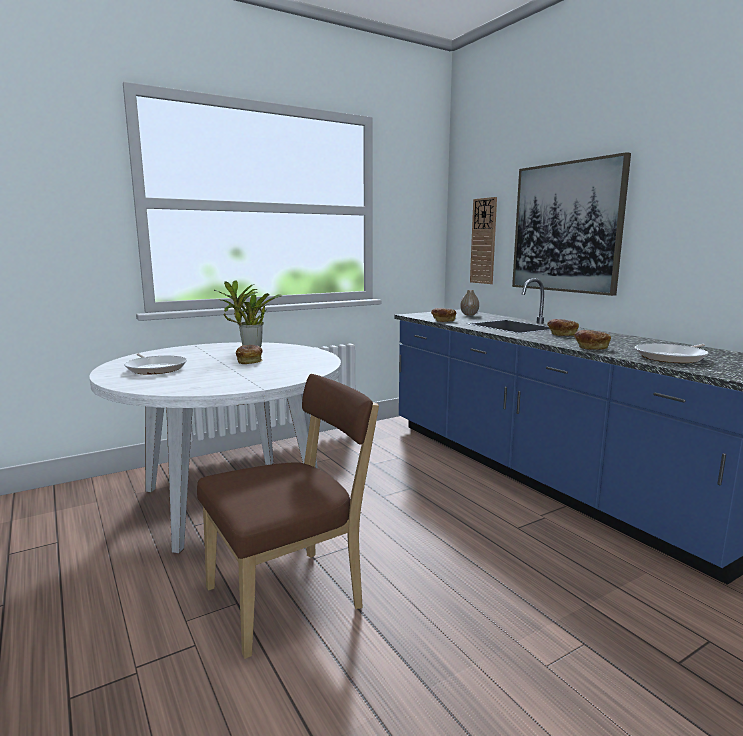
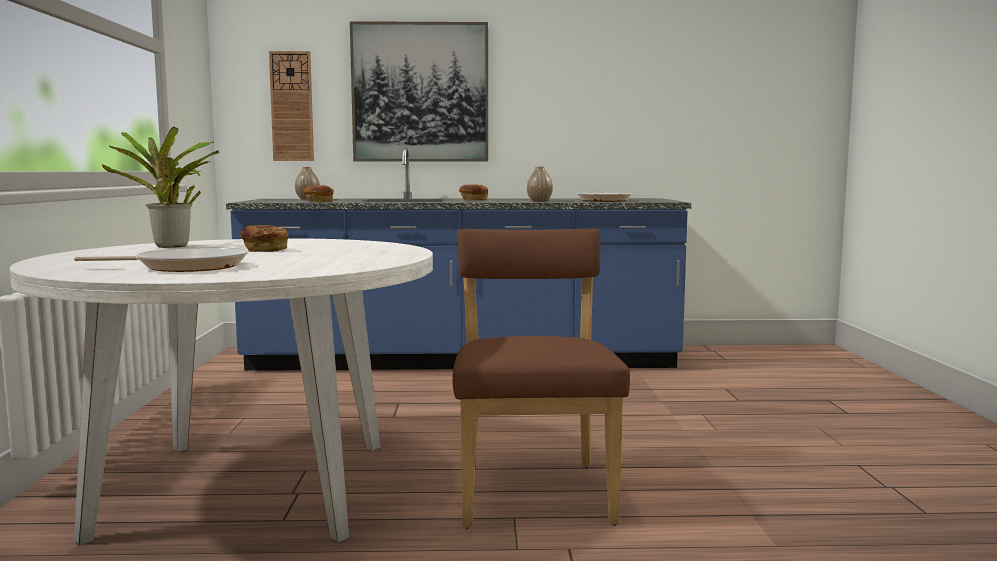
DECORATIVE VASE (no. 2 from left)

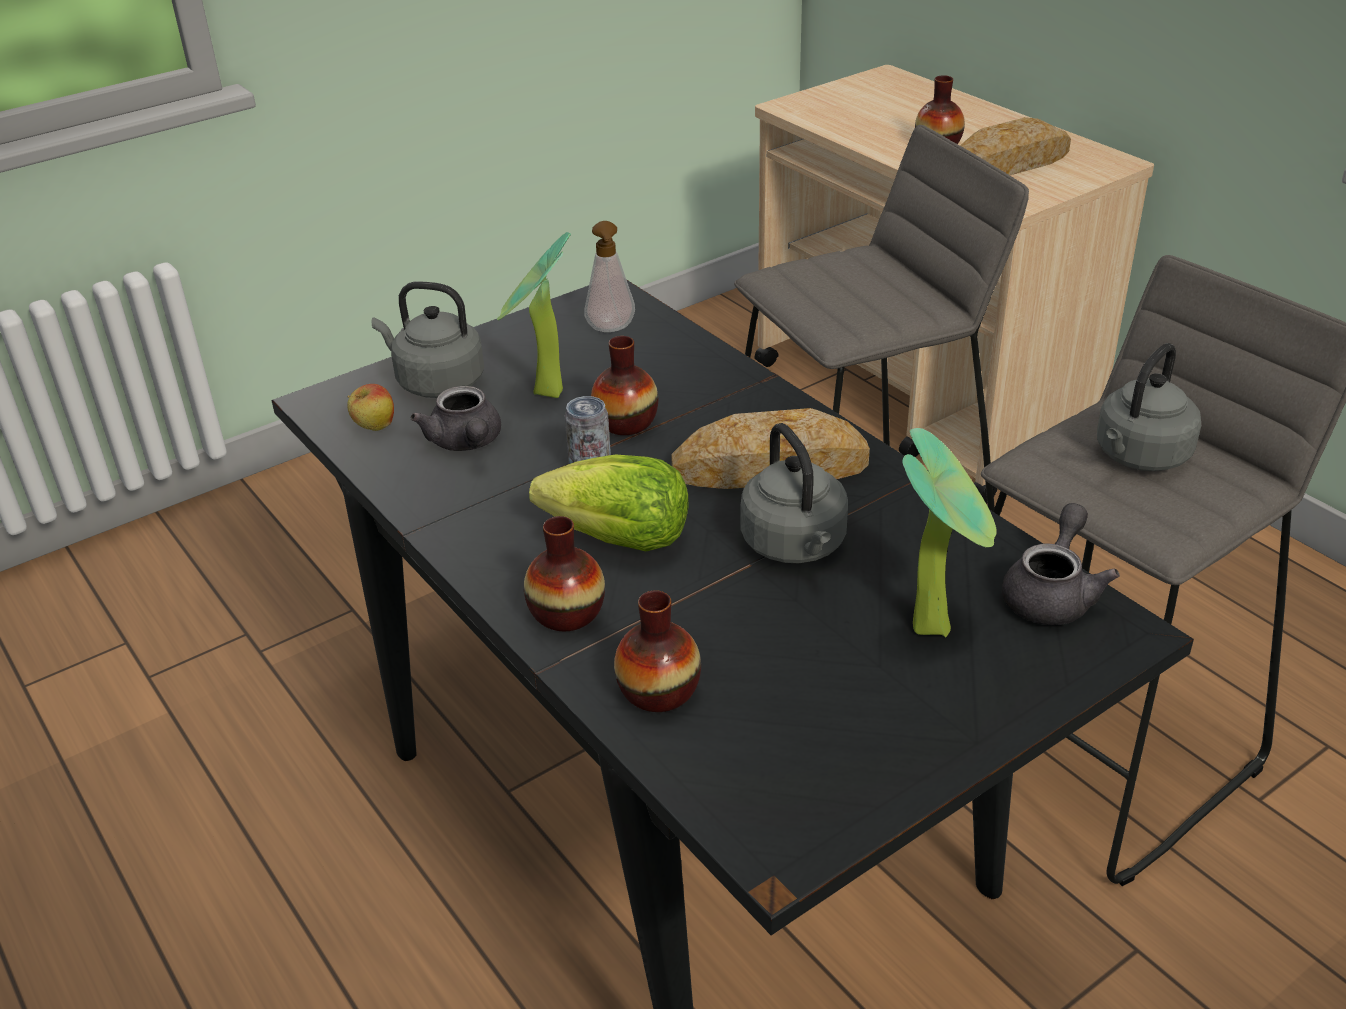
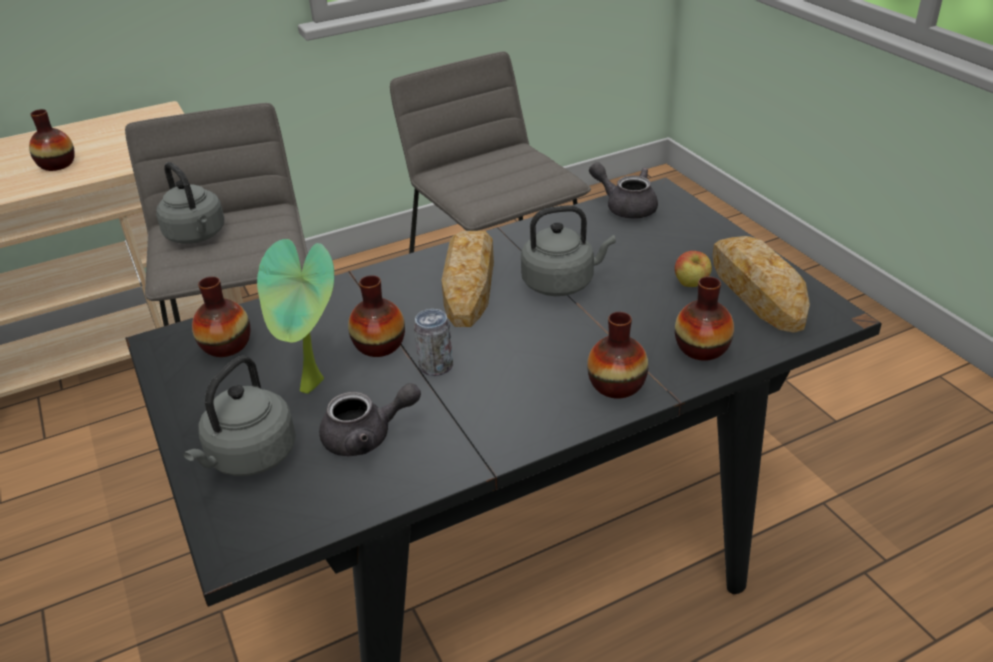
LETTUCE
PLANT IN A POT (no. 2 from left in the first image)
APPLE
BAKERY BREAD (no. 2 from left)
GREY TEA KETTLE (no. 1 from left)
DECORATIVE VASE (no. 2 from left)

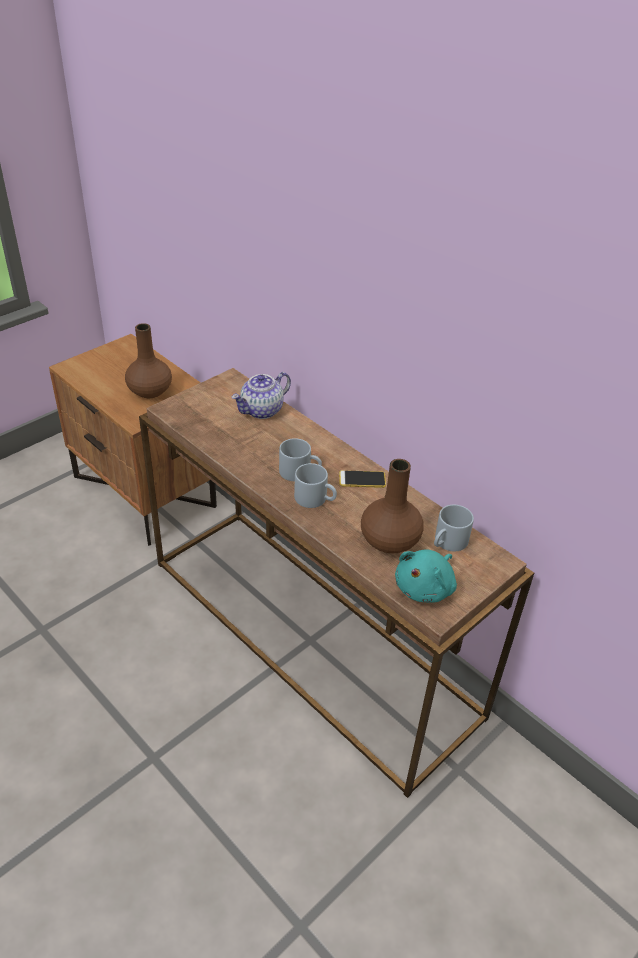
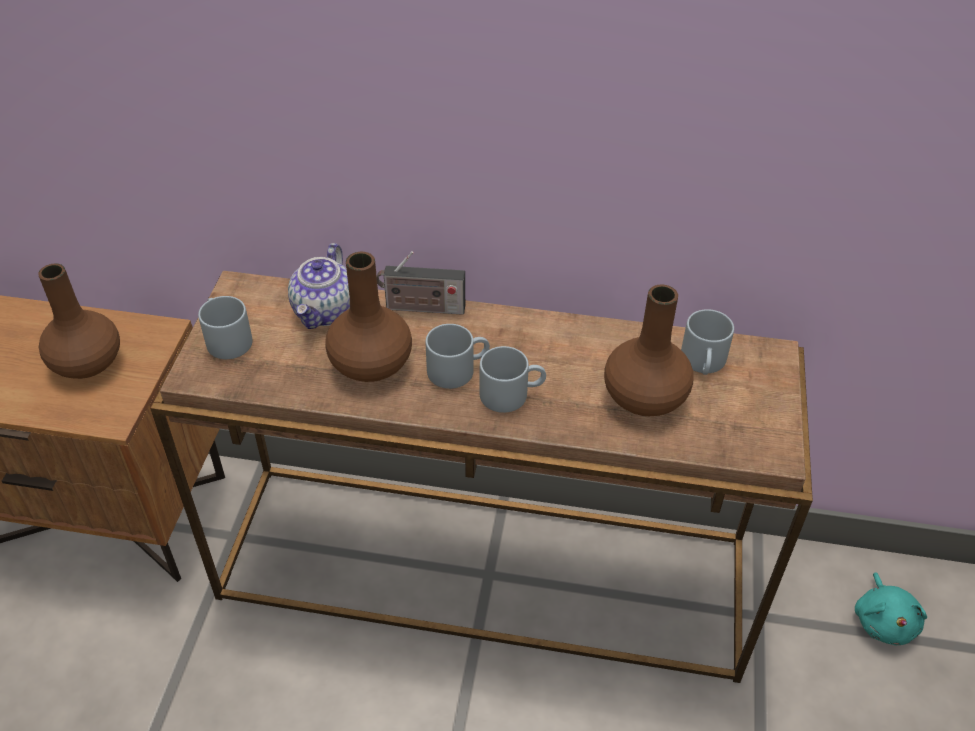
PHONE
GREY MUG (no. 1 from left)
BROWN DECORATIVE VASE (no. 2 from left)
RADIO SET
TURQUOISE SOFT TOY

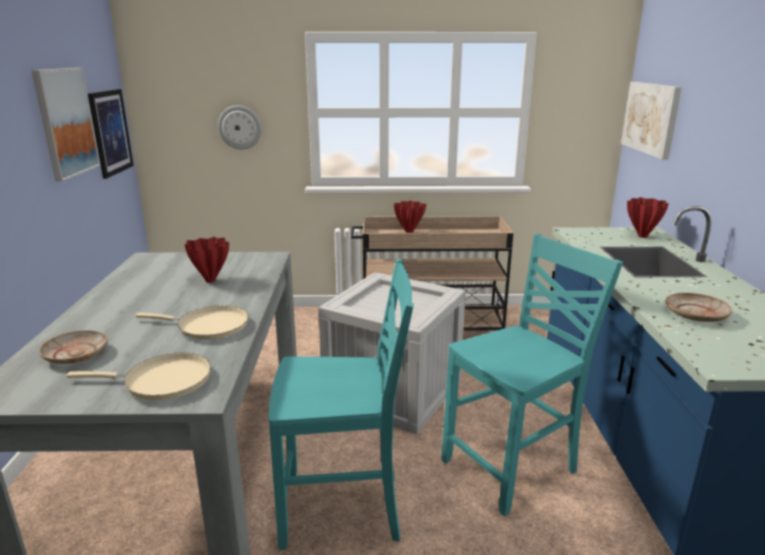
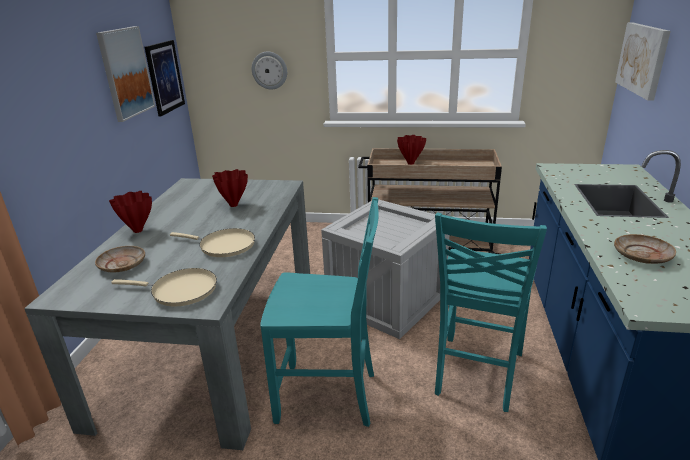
RED-COLOURED DECORATIVE VASE (no. 1 from left)
TURQUOISE PLAIN CHAIR (no. 2 from left)

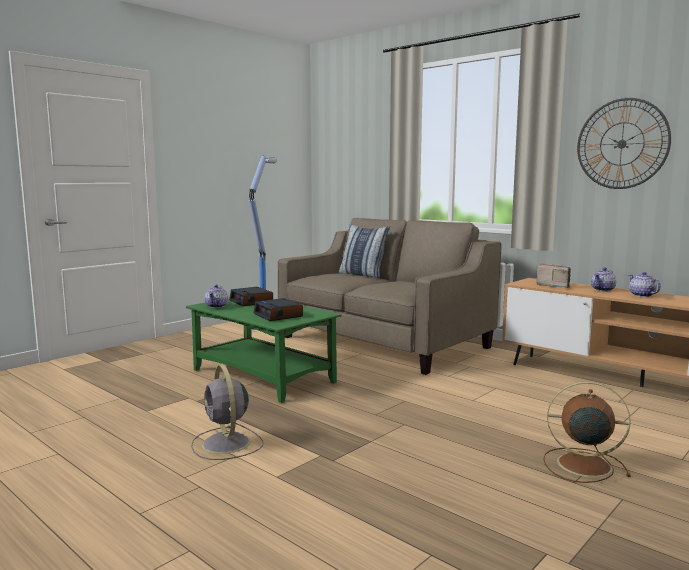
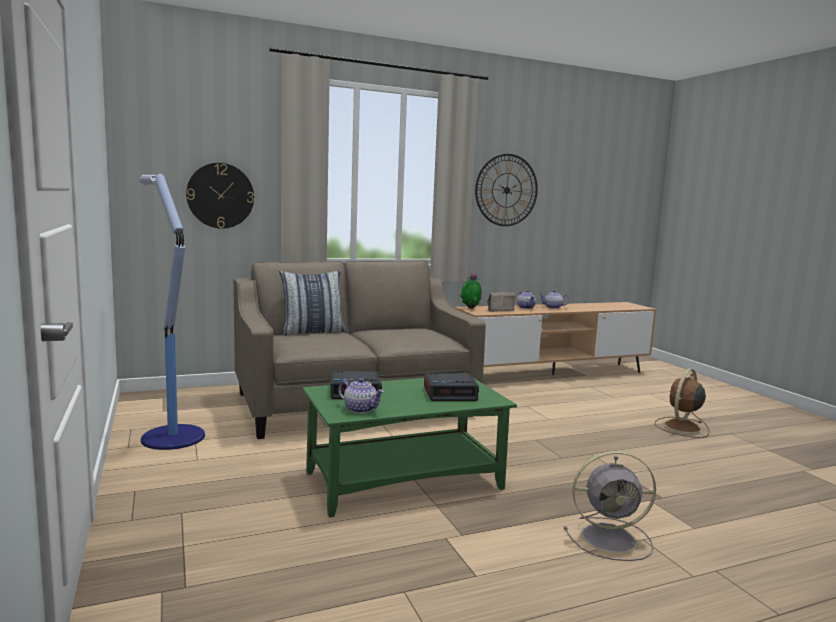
WALL CLOCK (no. 1 from left)
PLANT IN A POT

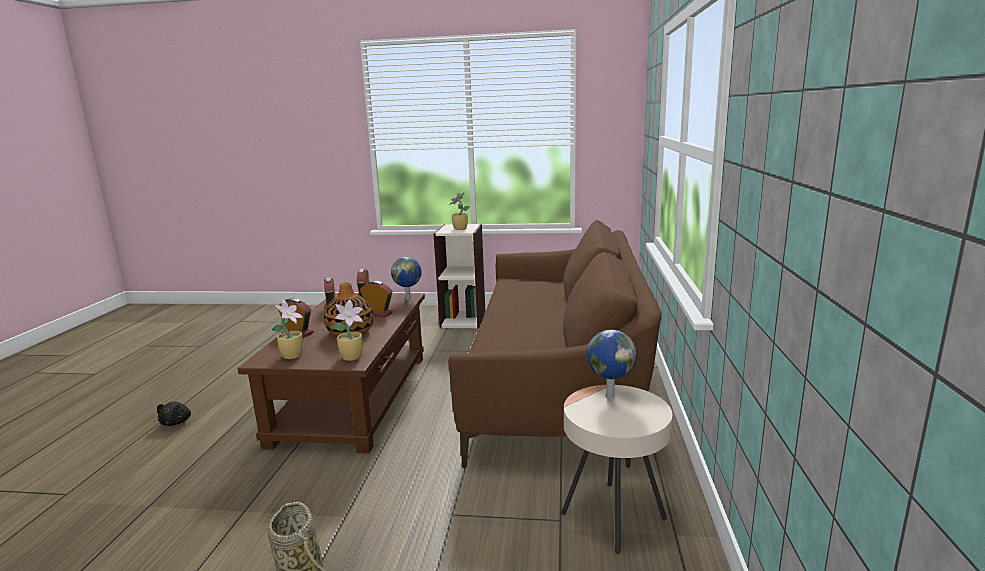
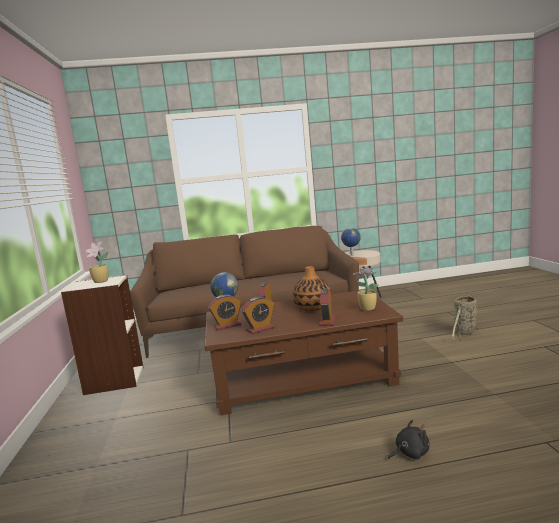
PLANT IN A POT (no. 2 from left in the first image)

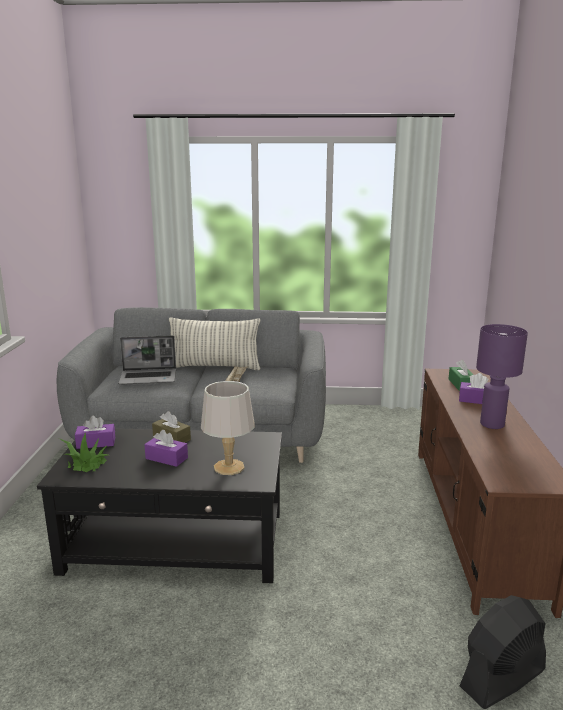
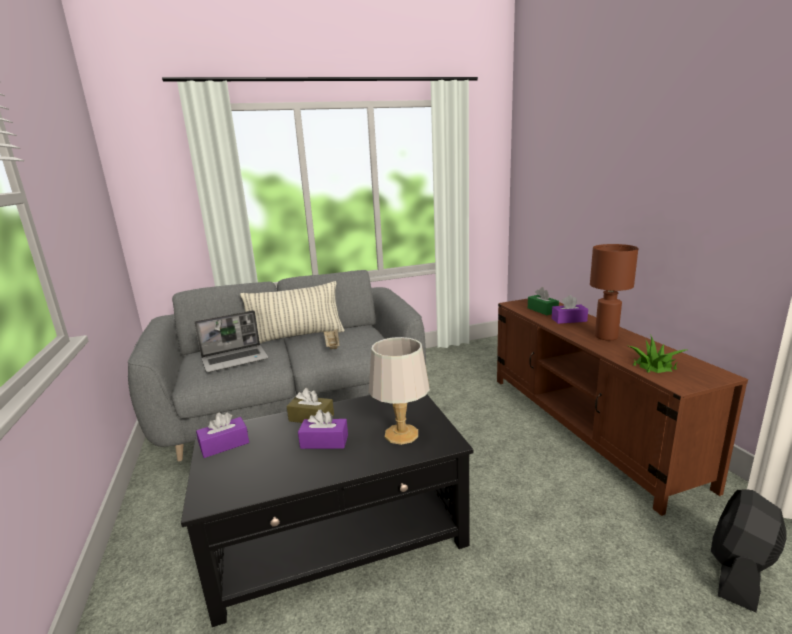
PLANT IN A POT
BROWN TABLETOP LAMP

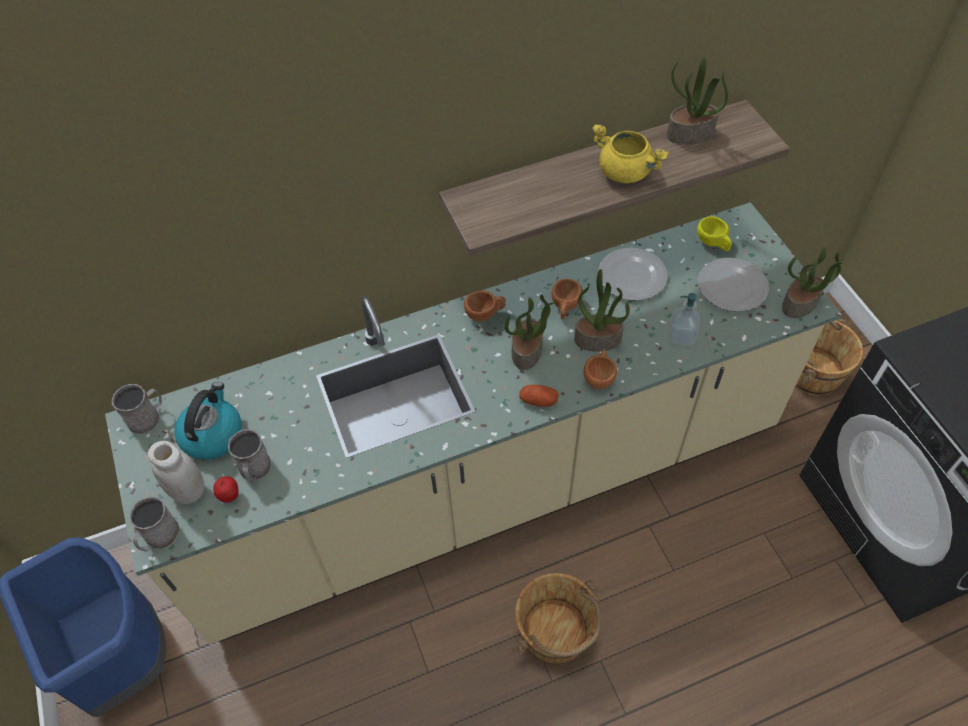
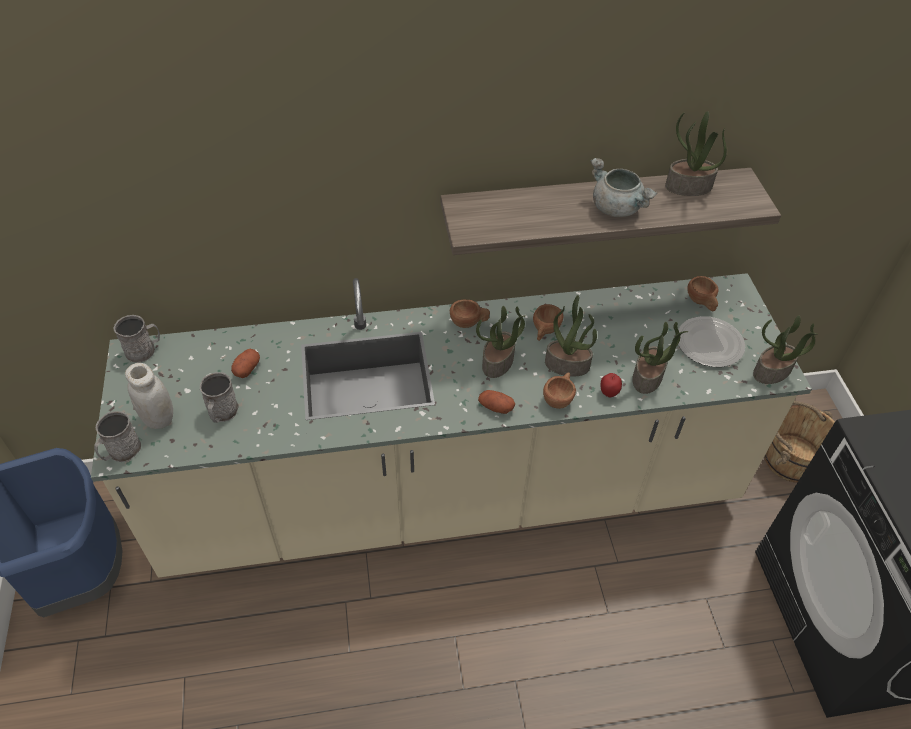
TEA KETTLE
BROWN BUCKET (no. 1 from left in the first image)
PLATE (no. 1 from left in the first image)
WHOLE POTATO (no. 1 from left)
APPLE
PLANT IN A POT (no. 3 from left)
GREY COOKING POT
BROWN CUP (no. 4 from left)

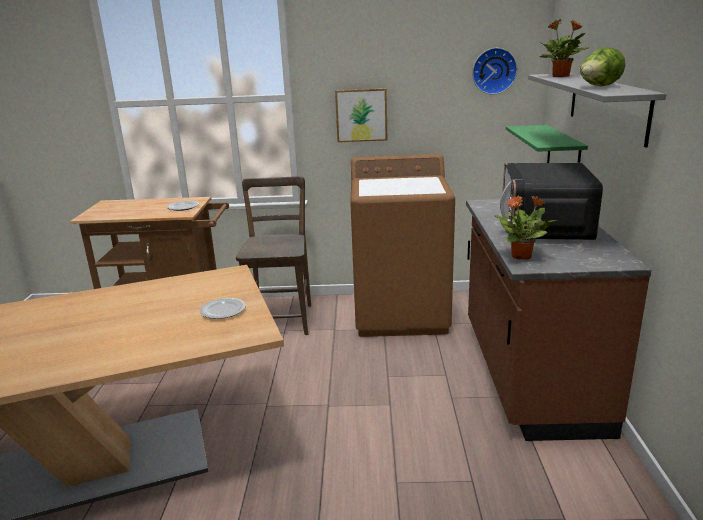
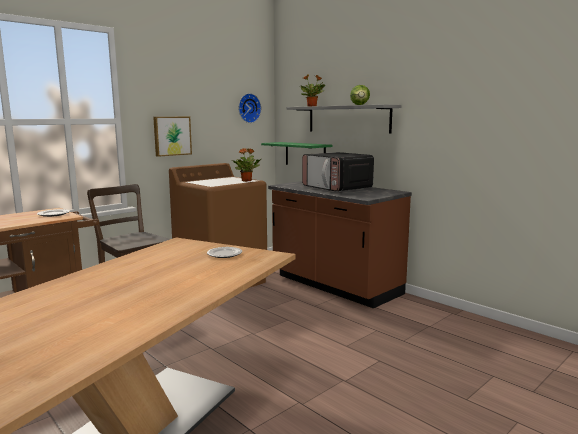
PLANT IN A POT (no. 1 from left)

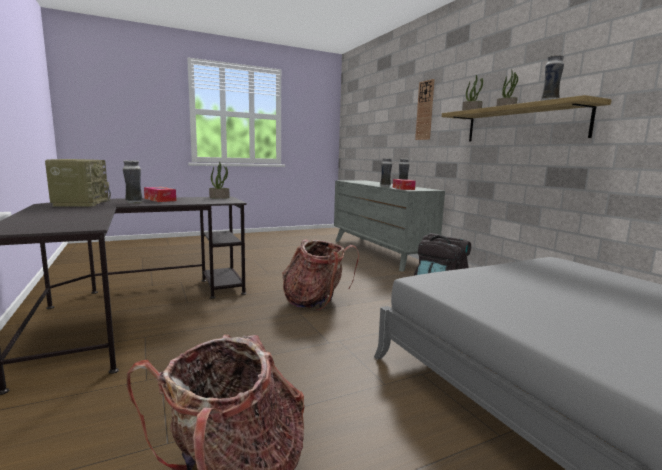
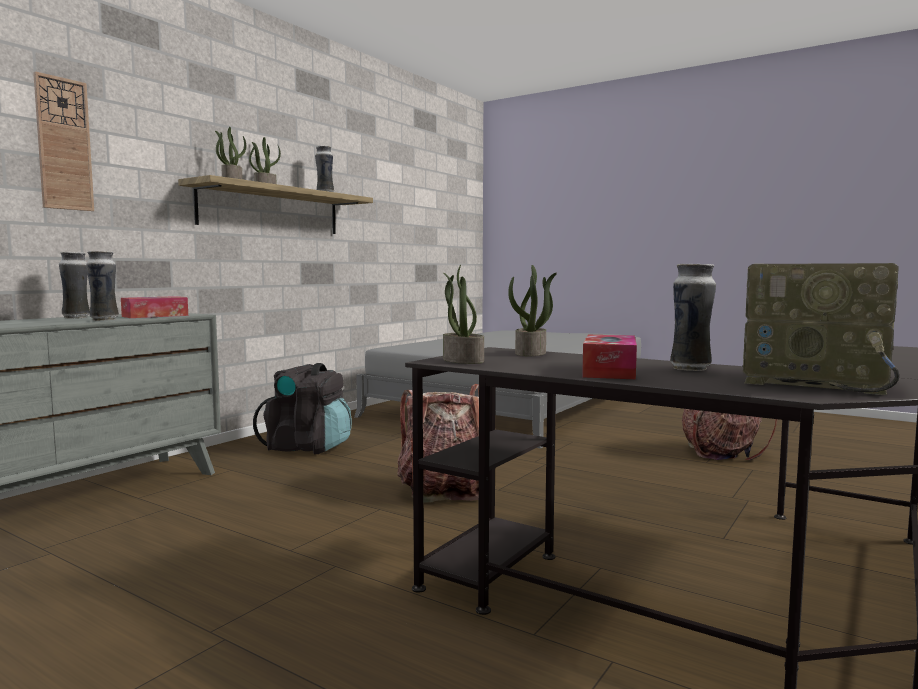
PLANT IN A POT (no. 4 from left)
RADIO SET

